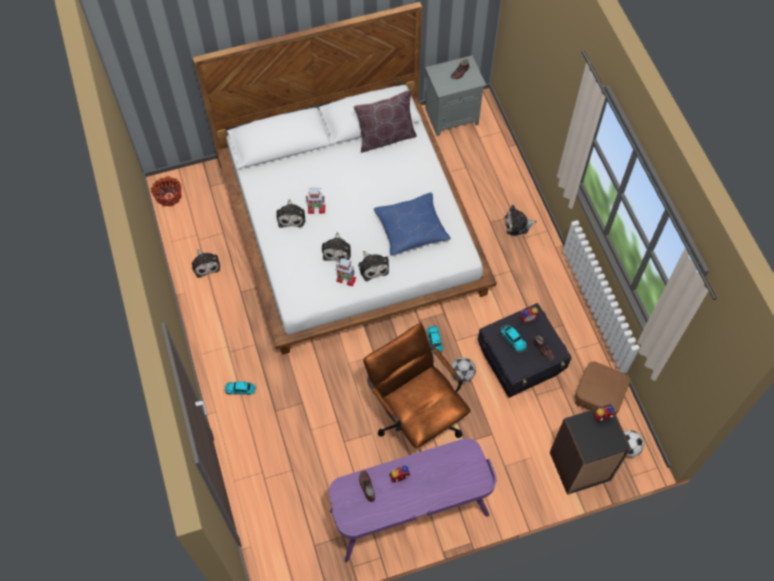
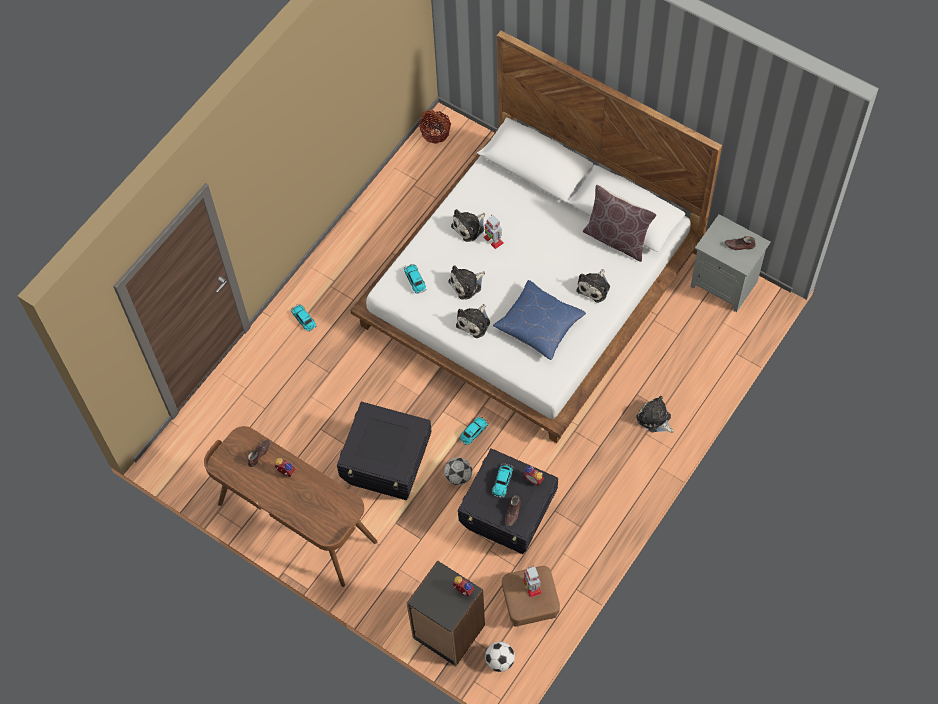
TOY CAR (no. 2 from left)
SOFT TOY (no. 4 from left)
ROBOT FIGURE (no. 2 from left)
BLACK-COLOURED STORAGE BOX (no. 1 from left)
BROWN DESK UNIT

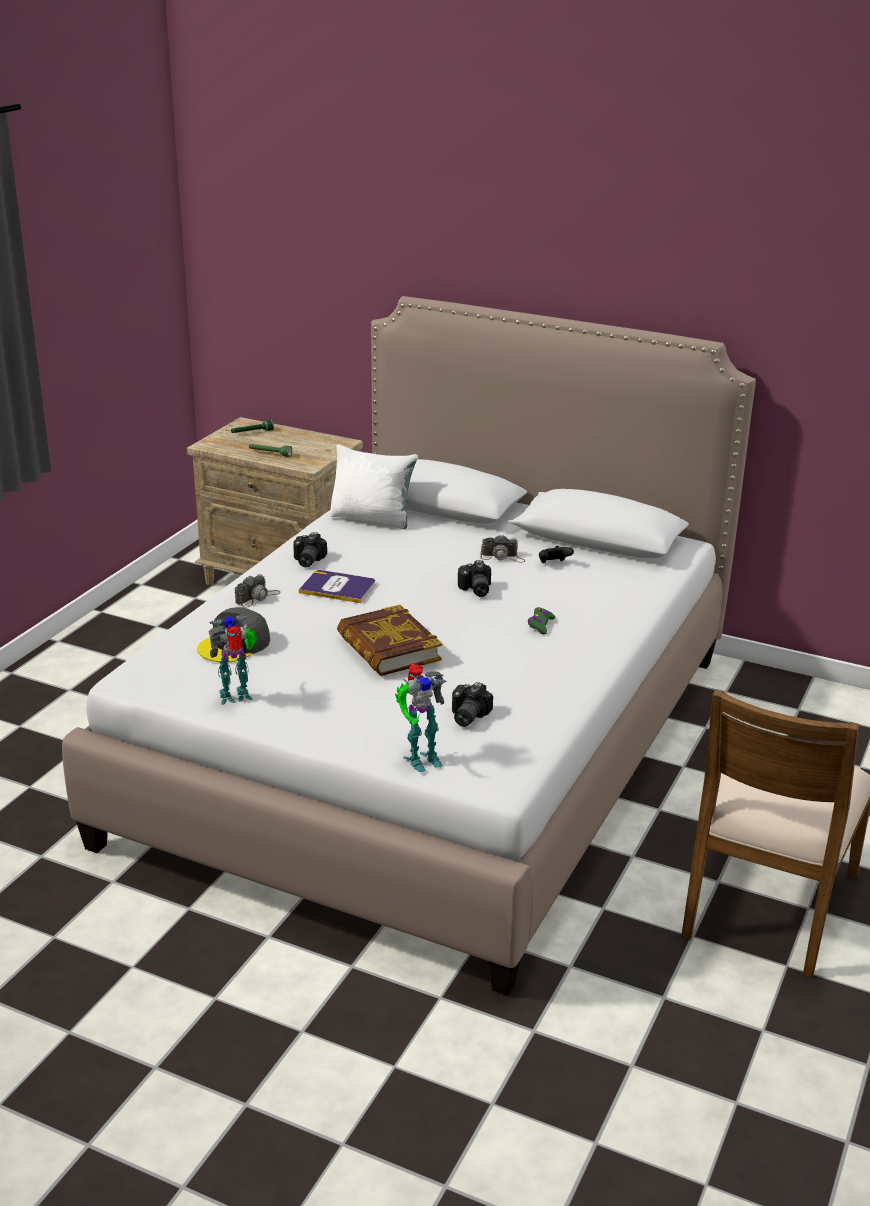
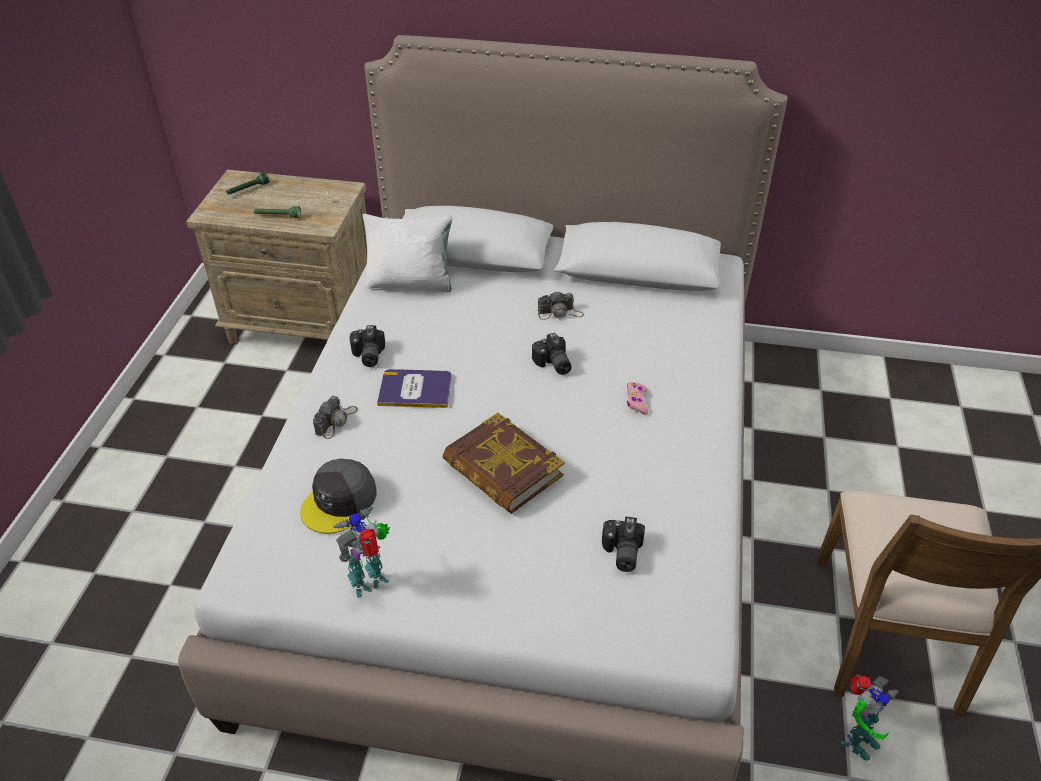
BLACK-COLOURED GAMEPAD
ROBOT FIGURE (no. 2 from left)
PINKISH GAMEPAD

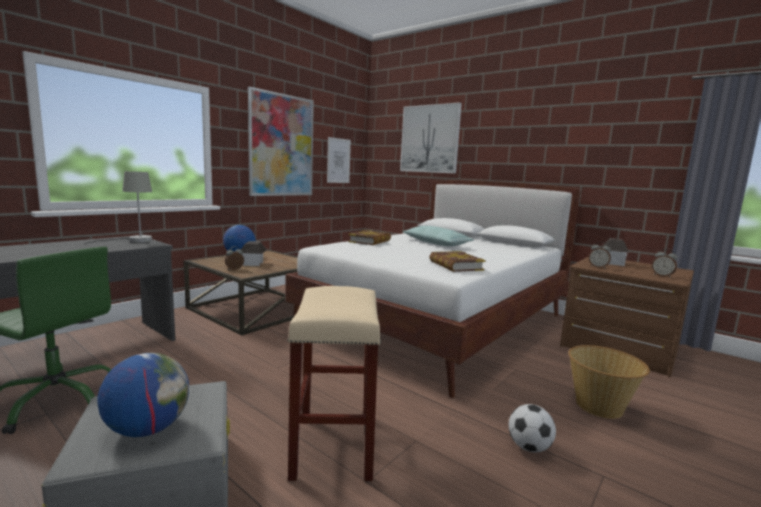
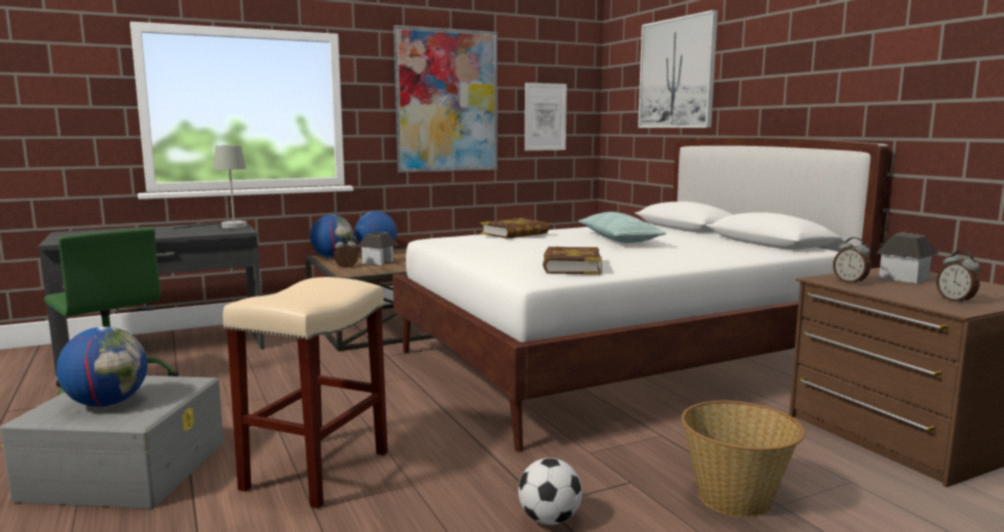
GLOBE (no. 2 from left)

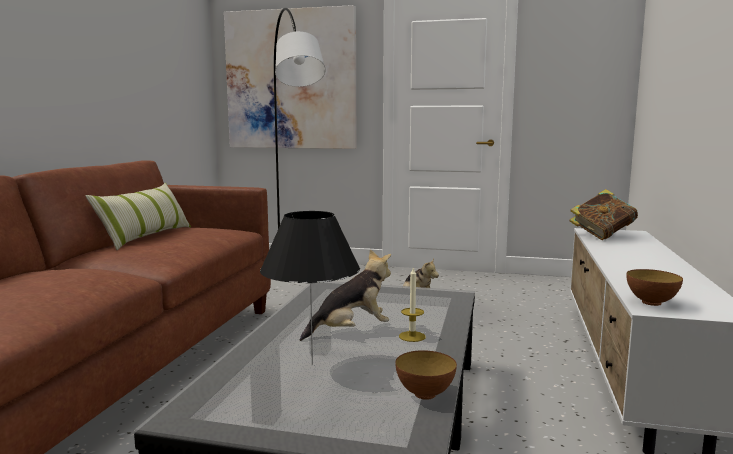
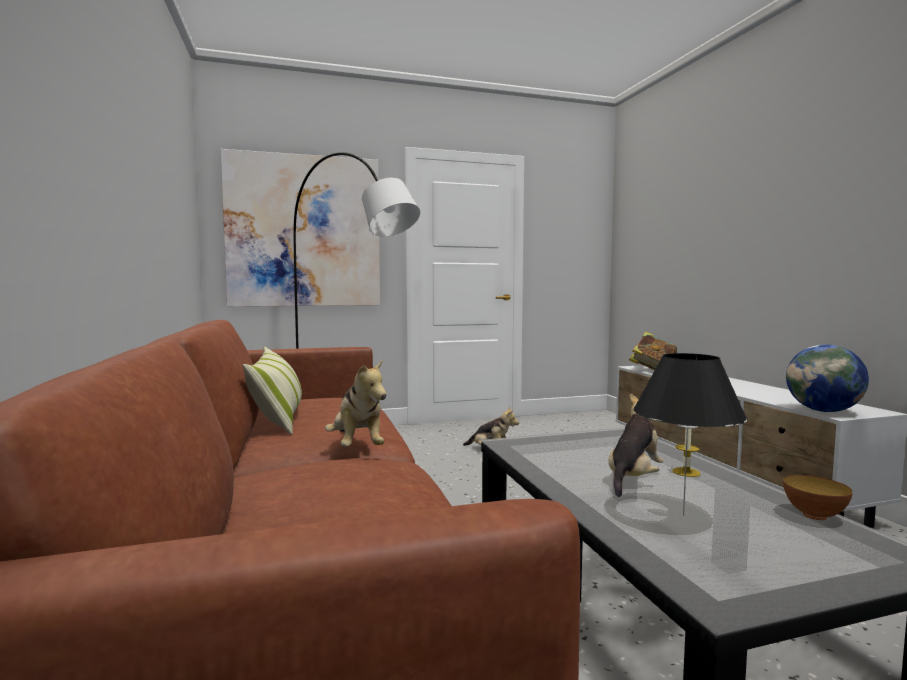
SOFT TOY (no. 1 from left)
GLOBE

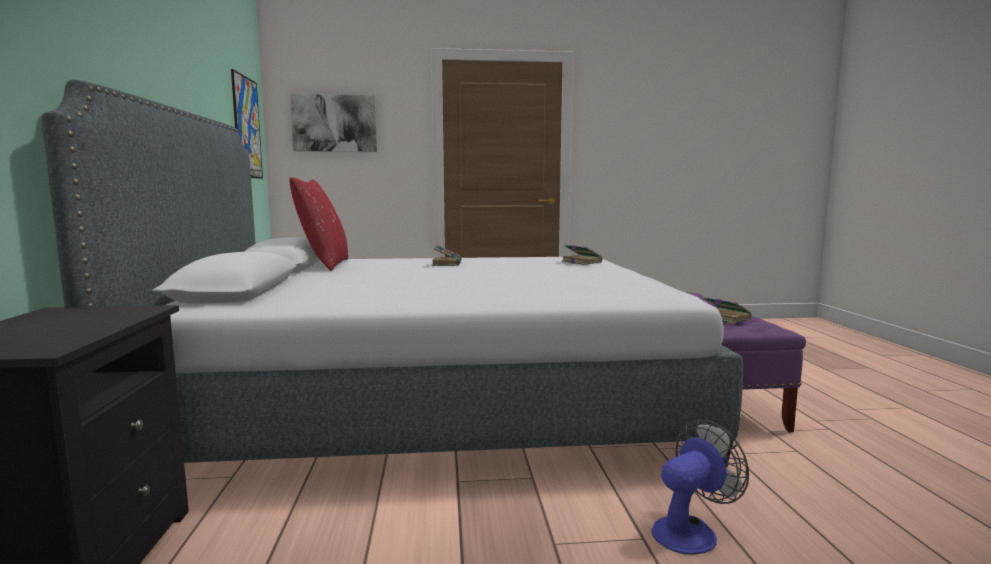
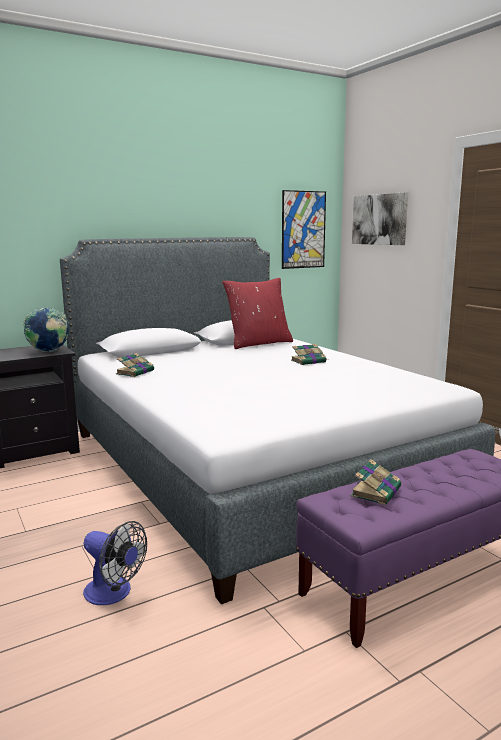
GLOBE
BOUND BOOK (no. 1 from left)

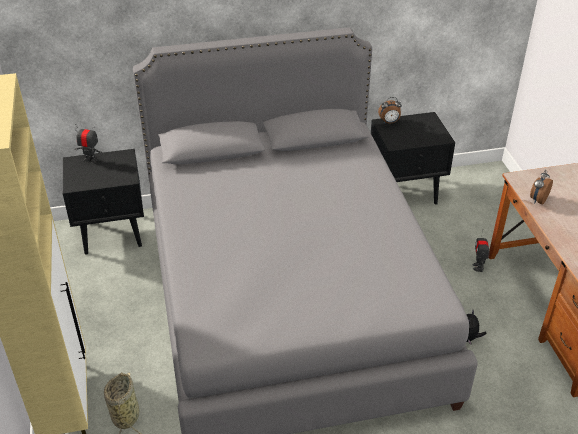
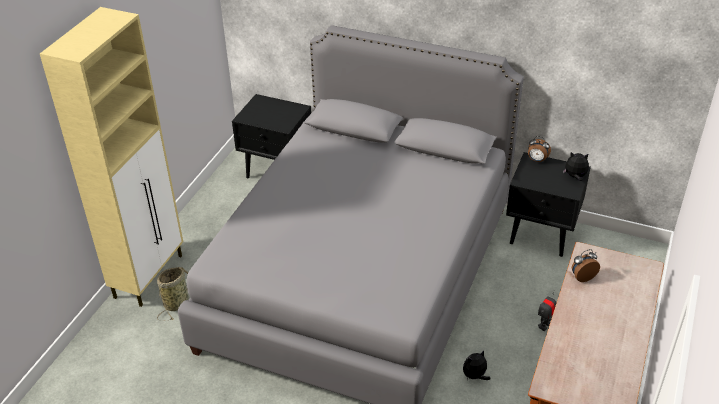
ROBOT FIGURE (no. 1 from left in the first image)
SOFT TOY (no. 2 from left)

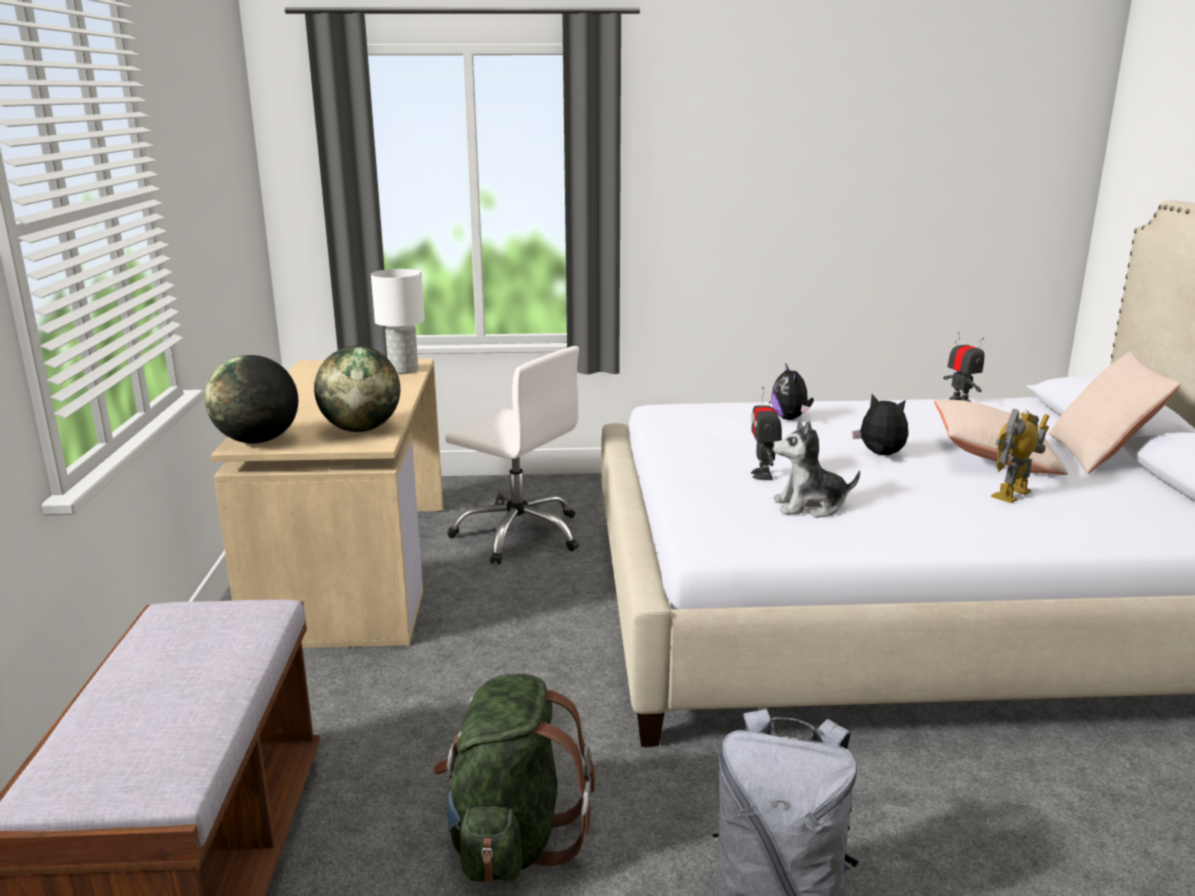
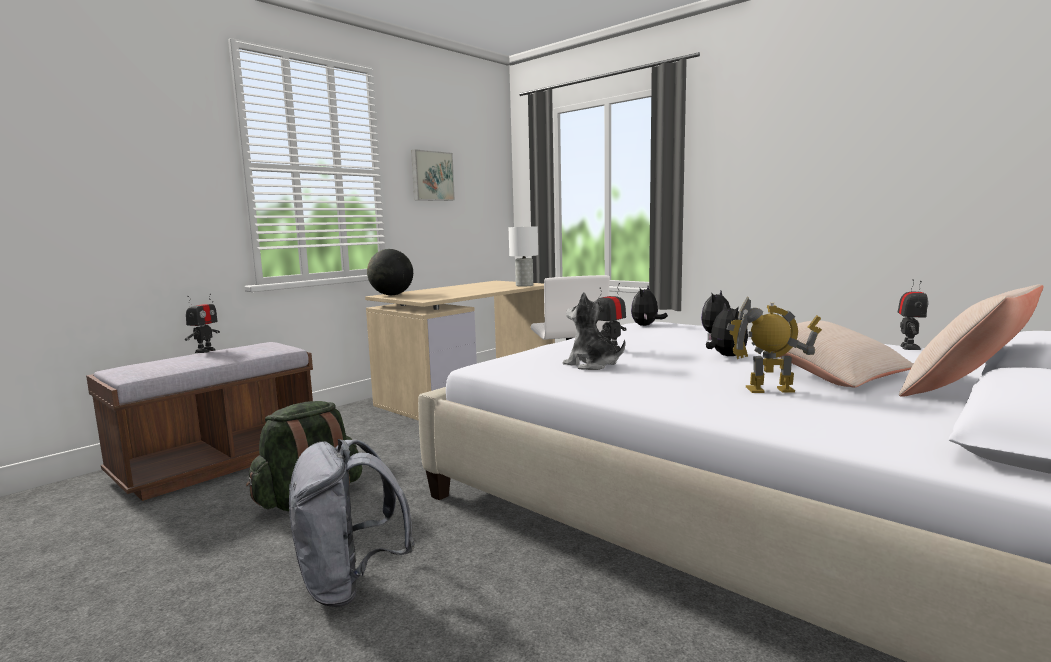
GLOBE (no. 2 from left in the first image)
ROBOT FIGURE (no. 1 from left)
PICTURE
SOFT TOY (no. 2 from left)

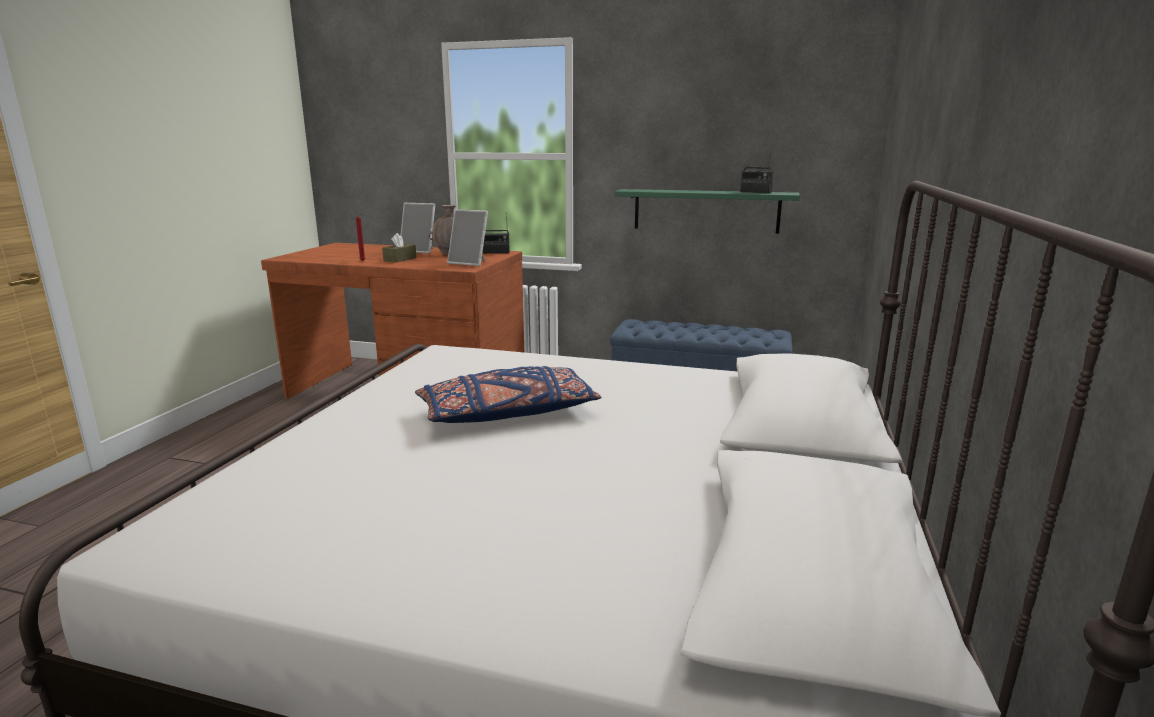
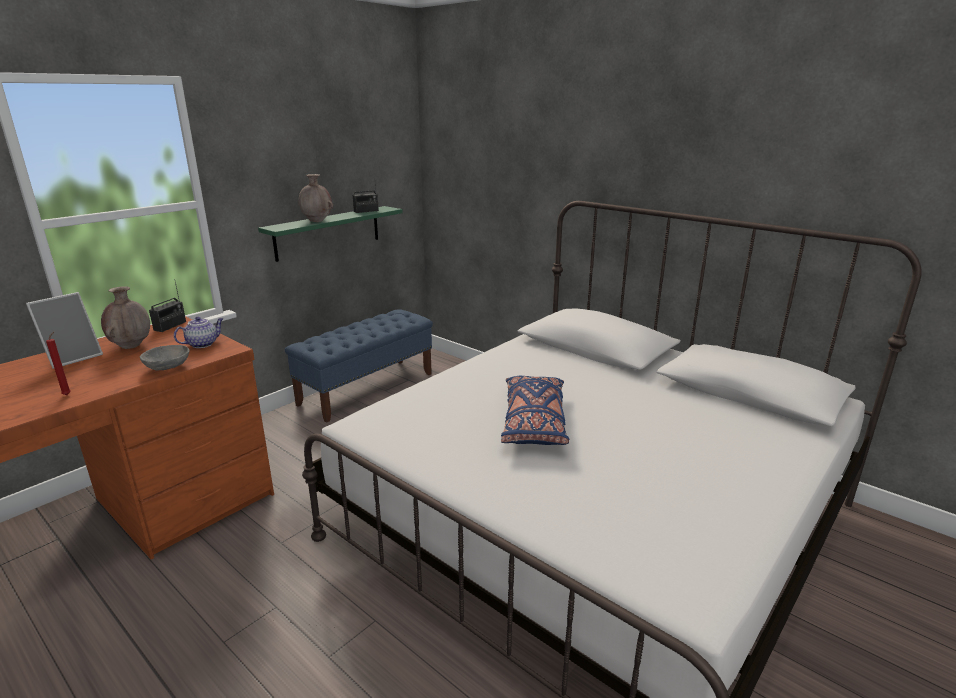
BROWN TISSUE HOLDER
GREY DEEP DISH
BROWN DECORATIVE VASE (no. 2 from left)
TEA POT

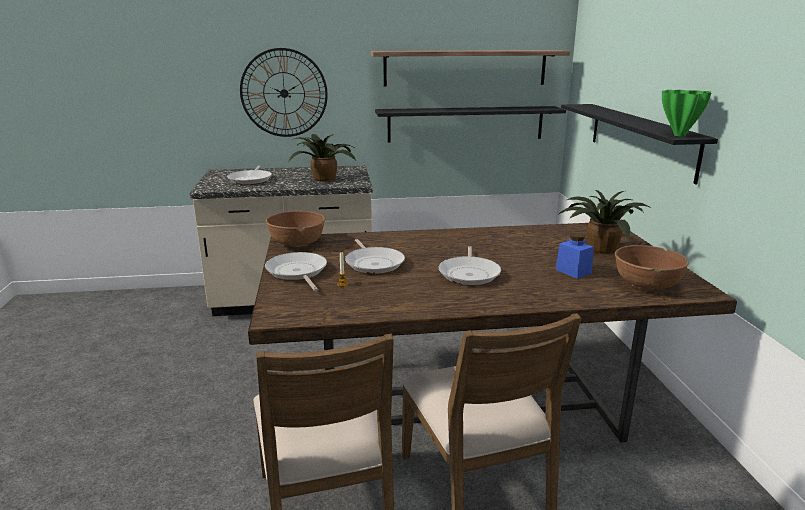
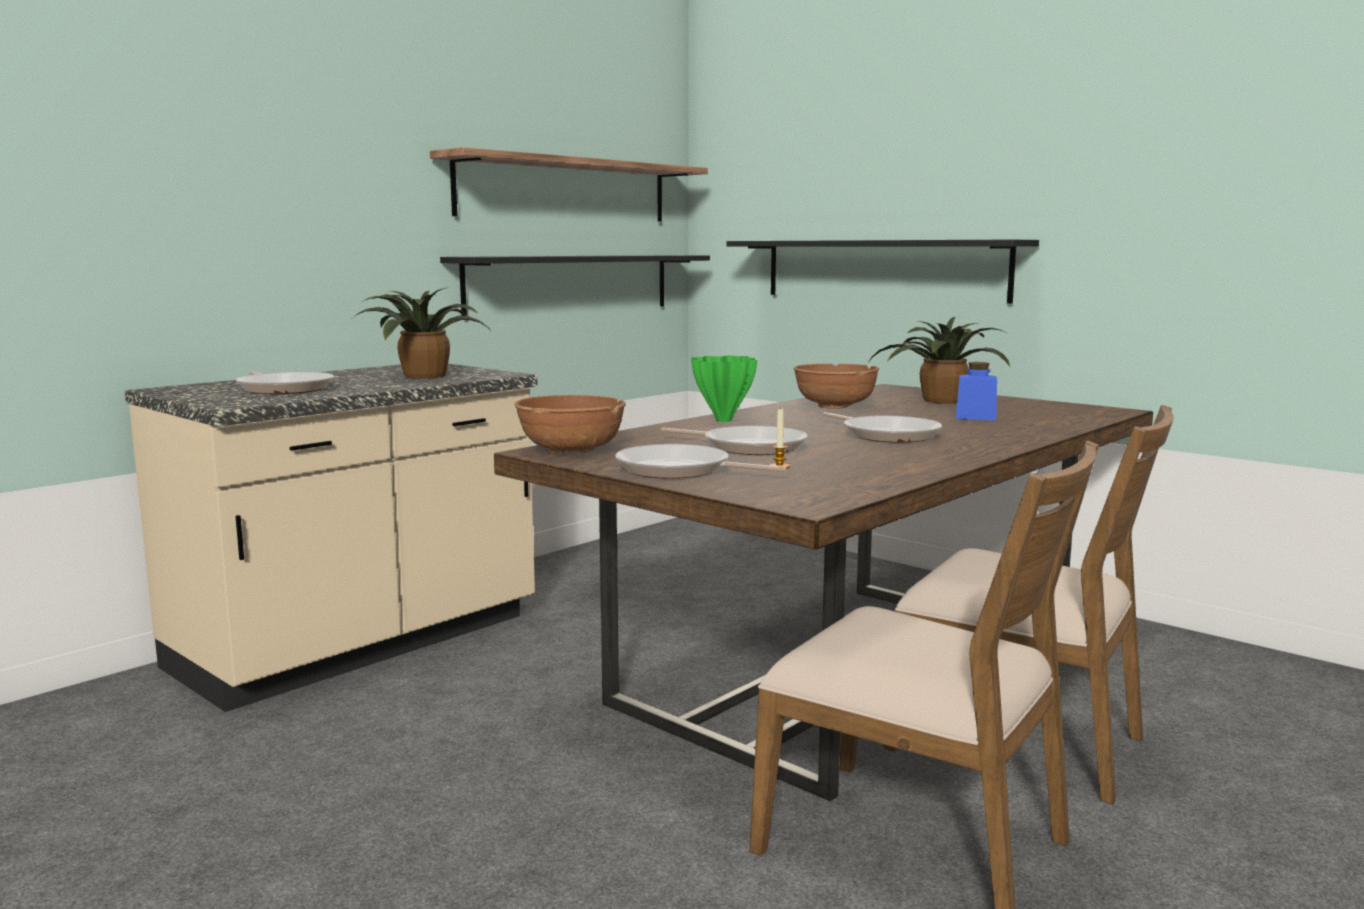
WALL CLOCK
BROWN DEEP DISH (no. 2 from left)
GREENISH DECORATIVE VASE

